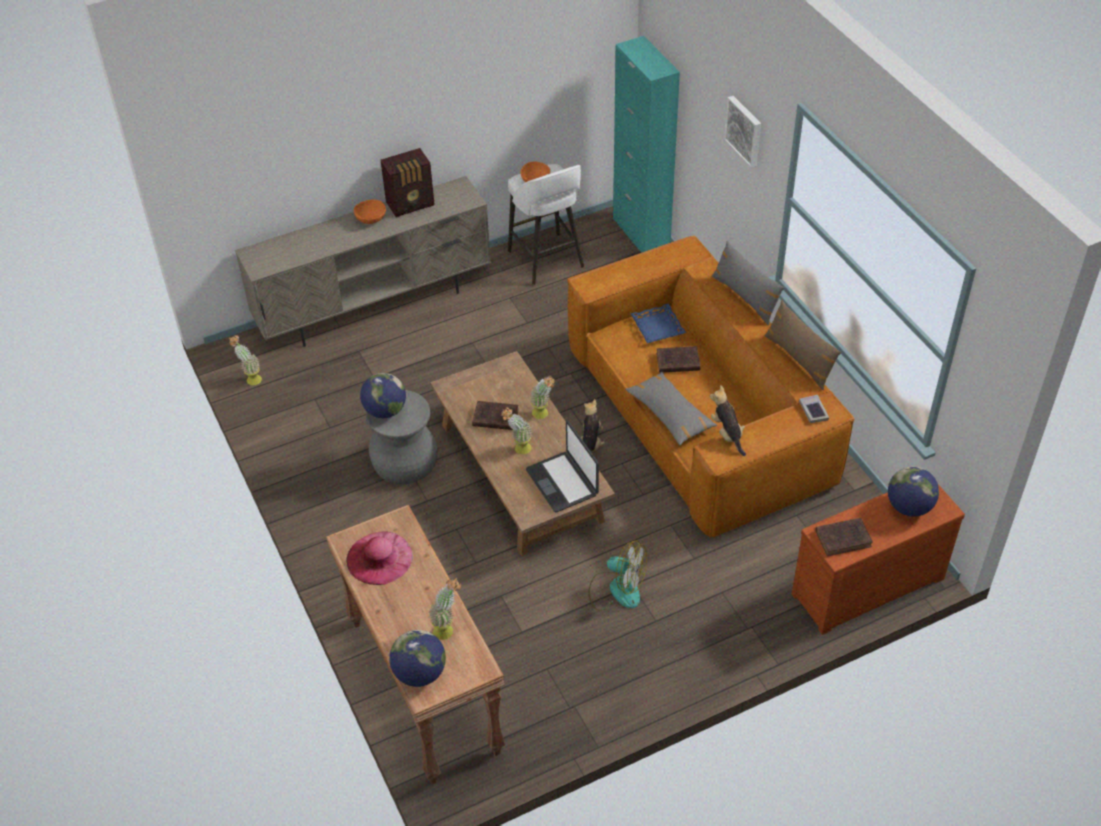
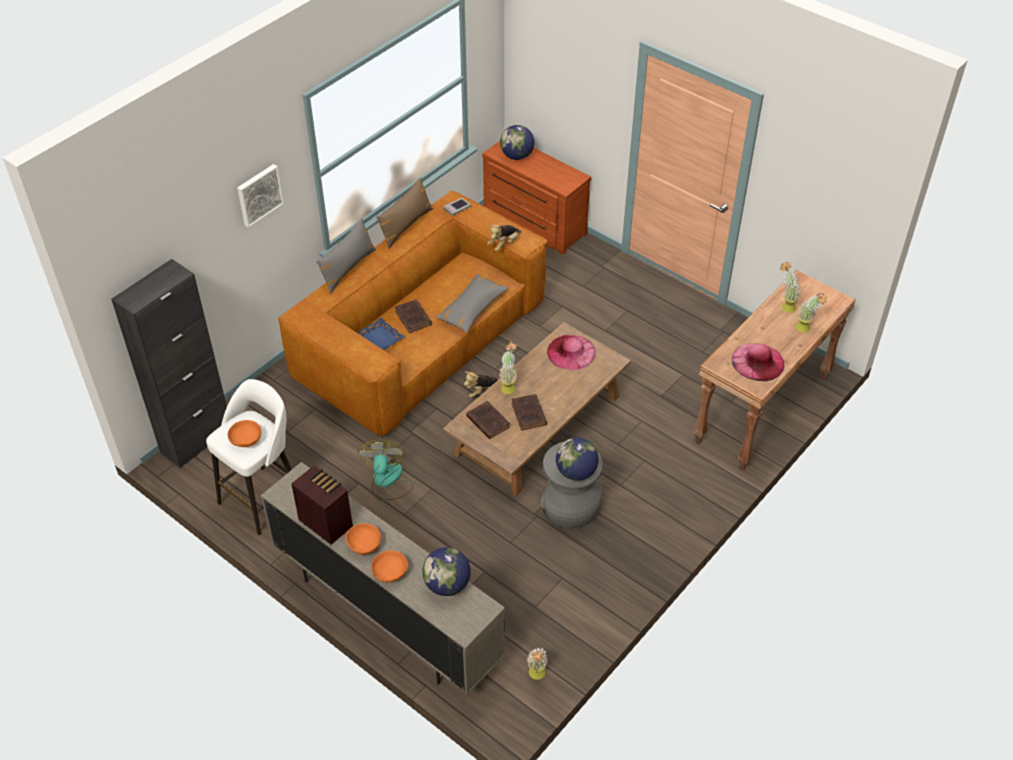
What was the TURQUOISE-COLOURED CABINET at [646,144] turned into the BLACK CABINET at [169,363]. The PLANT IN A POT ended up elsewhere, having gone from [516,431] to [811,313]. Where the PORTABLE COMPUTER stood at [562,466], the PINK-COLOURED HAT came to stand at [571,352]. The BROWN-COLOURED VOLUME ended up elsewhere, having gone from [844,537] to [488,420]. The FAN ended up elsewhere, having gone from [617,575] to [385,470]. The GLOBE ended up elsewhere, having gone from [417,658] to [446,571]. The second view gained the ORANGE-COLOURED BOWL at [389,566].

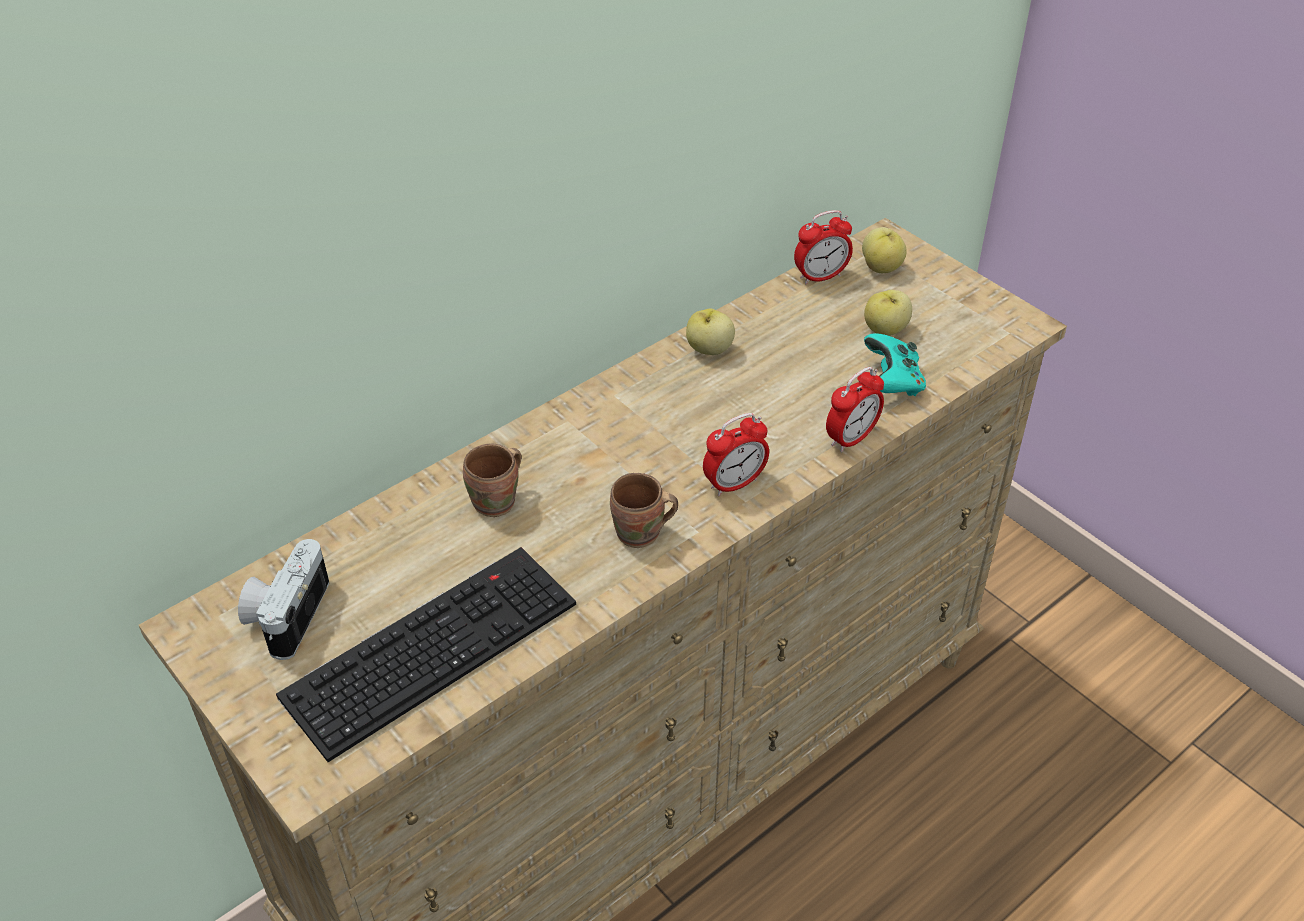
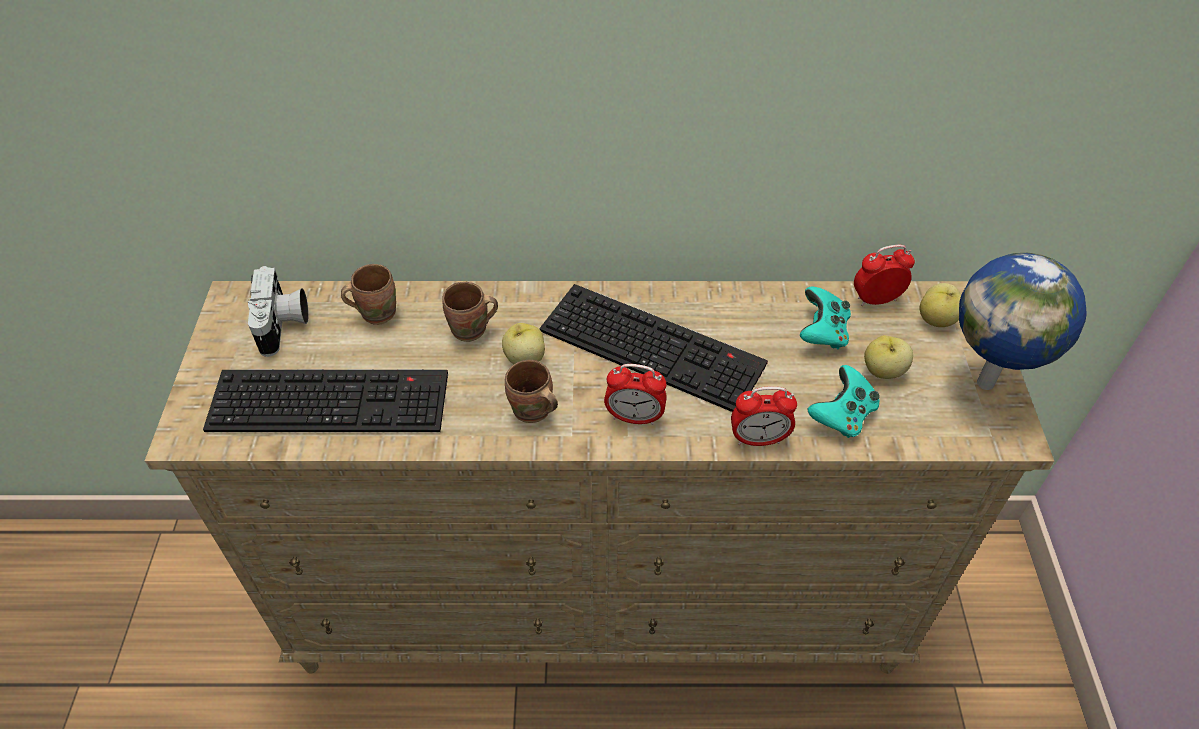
The ALARM CLOCK at [823,247] ended up facing another way, 150 degrees clockwise from before. The APPLE ended up elsewhere, having gone from [710,331] to [523,343]. The STILL CAMERA at [283,599] ended up facing another way, 120 degrees clockwise from before. The second view gained the GLOBE at [1023,321]. The second view gained the BROWN-COLOURED COFFEE MUG at [368,294]. The second view gained the PC KEYBOARD at [653,348]. The second view gained the TURQUOISE-COLOURED GAMEPAD at [825,318].

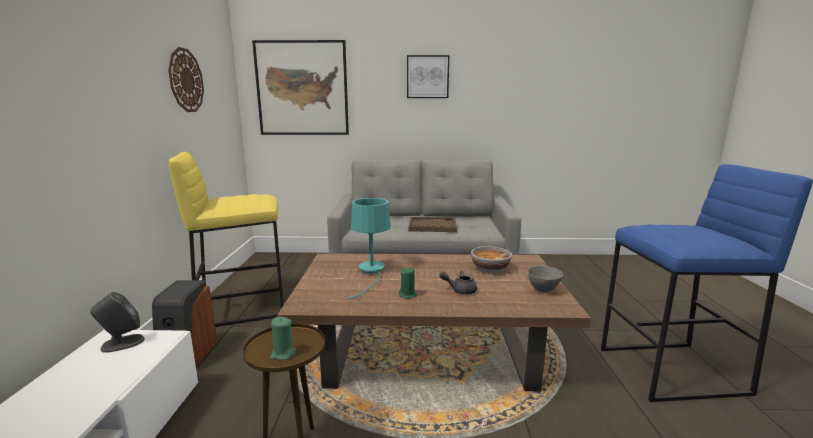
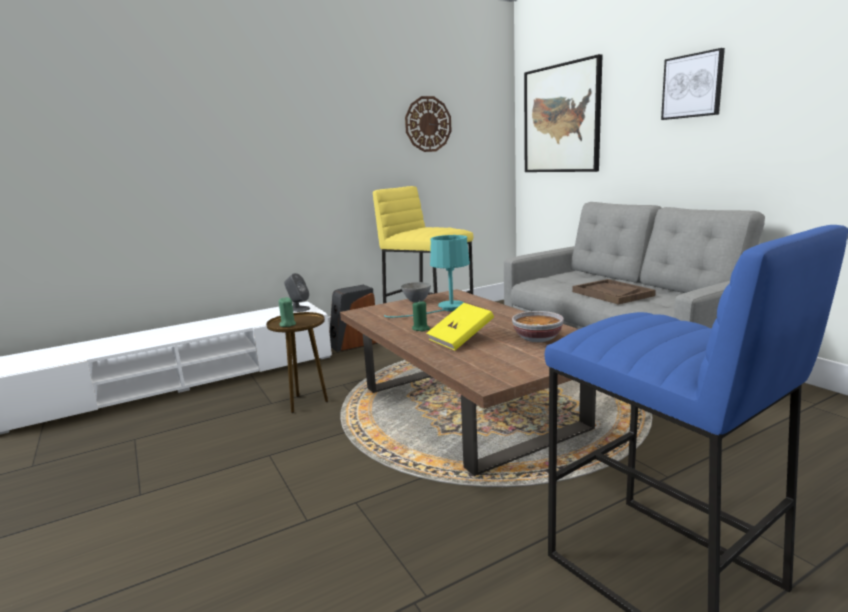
The GREY BOWL ended up elsewhere, having gone from [545,279] to [416,292]. Where the GREY TEAPOT stood at [458,282], the YELLOW VOLUME came to stand at [460,327].

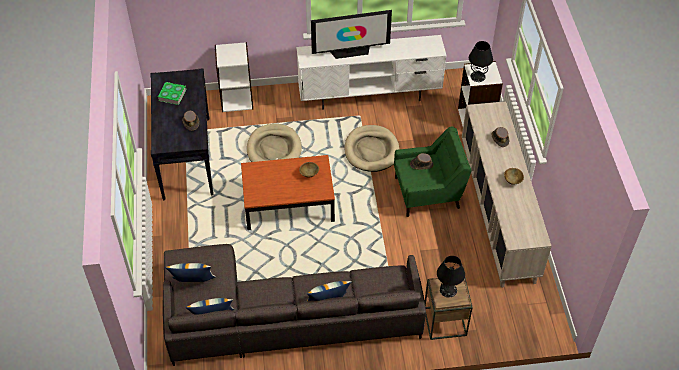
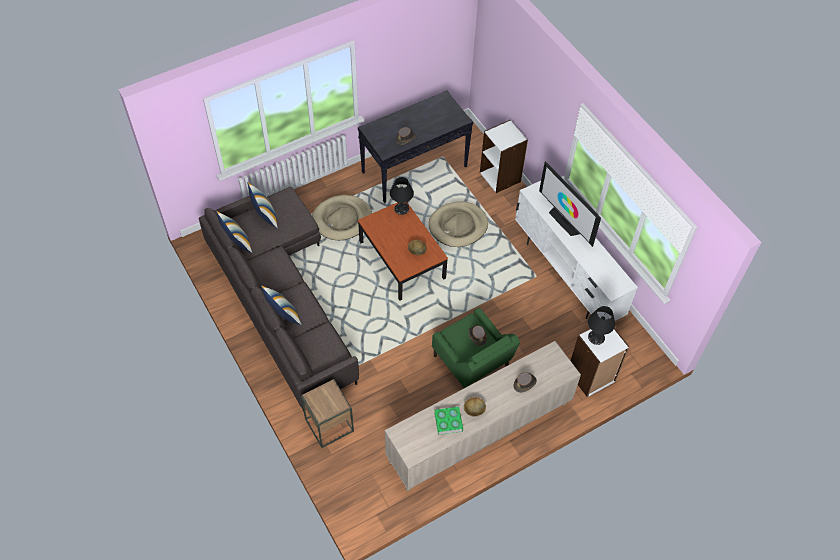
The VOLUME ended up elsewhere, having gone from [172,93] to [448,421]. The BEIGE-COLOURED PET BED ended up elsewhere, having gone from [372,148] to [342,217]. The BLACK LAMP FOR A TABLE ended up elsewhere, having gone from [451,277] to [402,196].

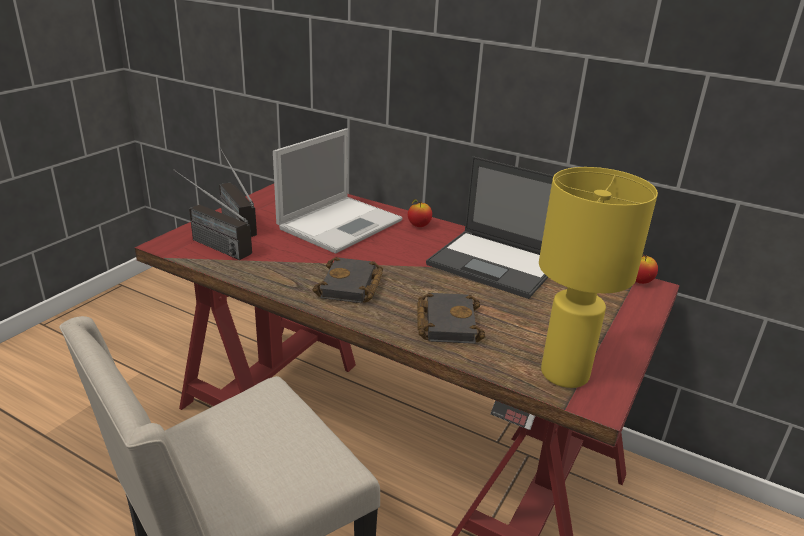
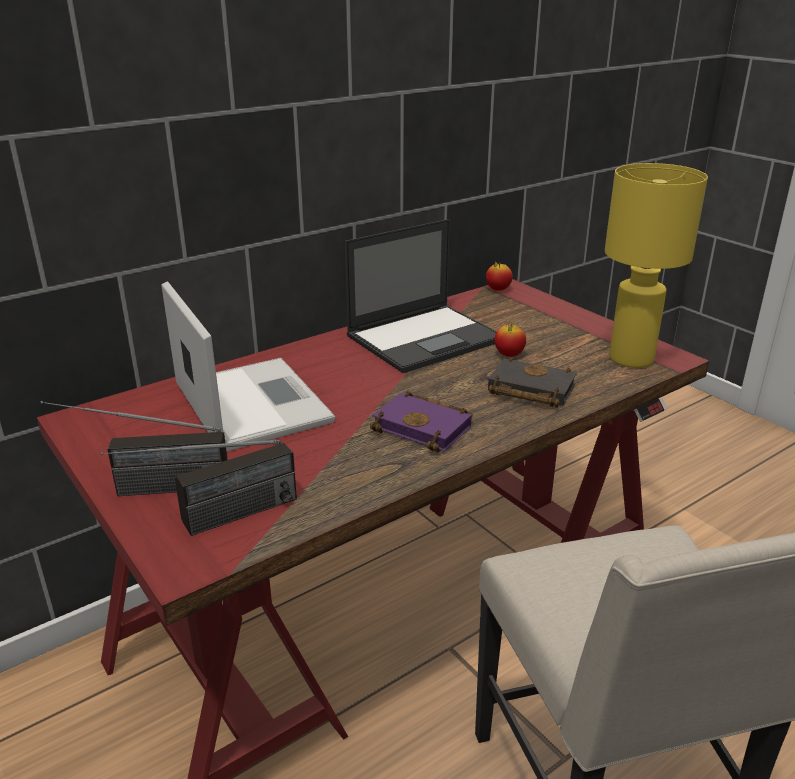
The APPLE ended up elsewhere, having gone from [420,213] to [510,340]. What was the BLACK VOLUME at [348,280] turned into the PURPLISH VOLUME at [421,422].

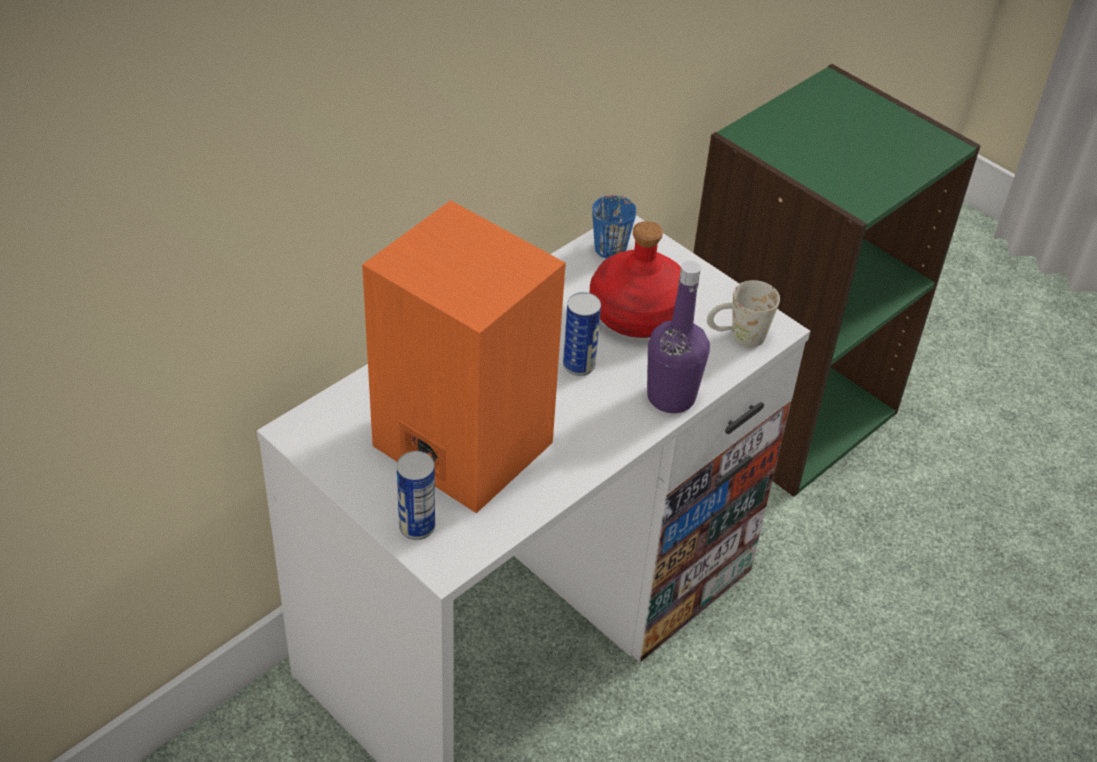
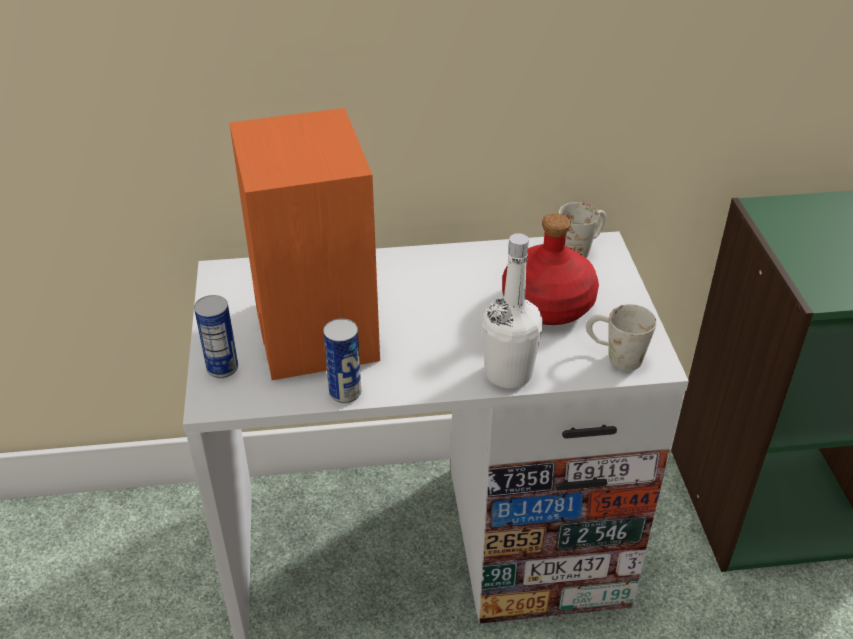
What was the BLUE COFFEE MUG at [614,227] turned into the WHITISH COFFEE MUG at [582,230]. What was the PURPLISH BEVERAGE BOTTLE at [678,337] turned into the WHITISH BEVERAGE BOTTLE at [513,311]. The CAN ended up elsewhere, having gone from [582,334] to [342,360].

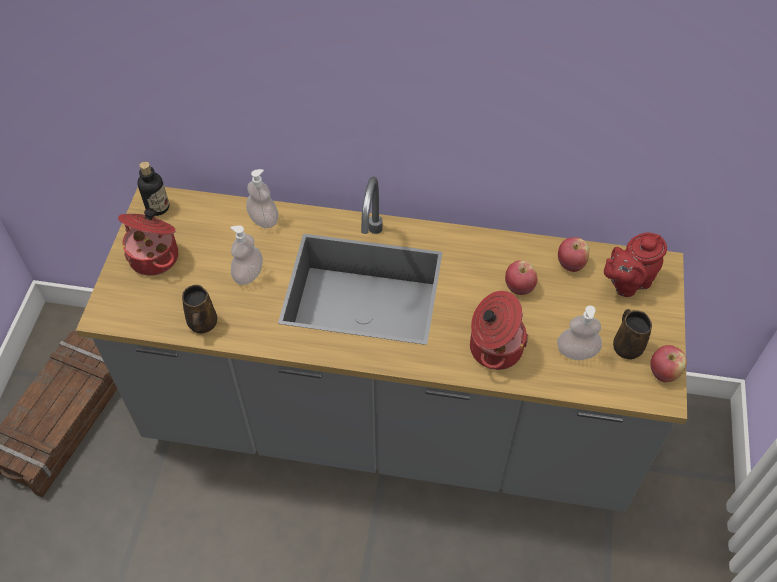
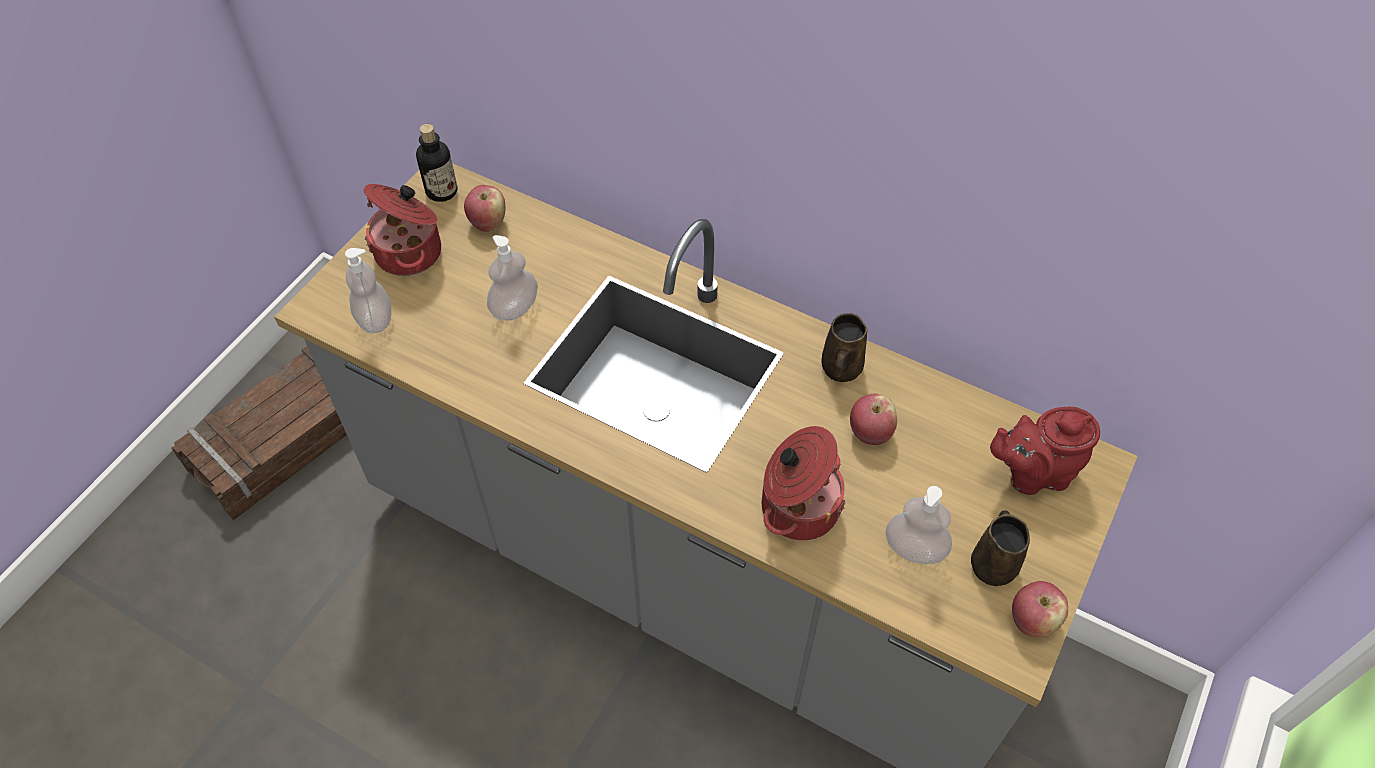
The LIQUID SOAP BOTTLE ended up elsewhere, having gone from [262,198] to [368,291]. The APPLE ended up elsewhere, having gone from [573,254] to [484,208]. The BROWN-COLOURED COFFEE MUG ended up elsewhere, having gone from [199,309] to [845,347].

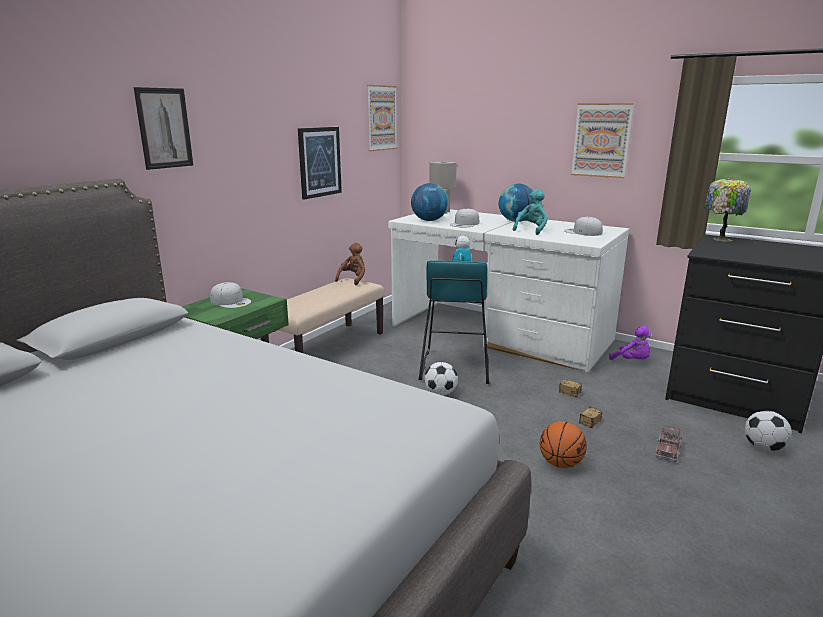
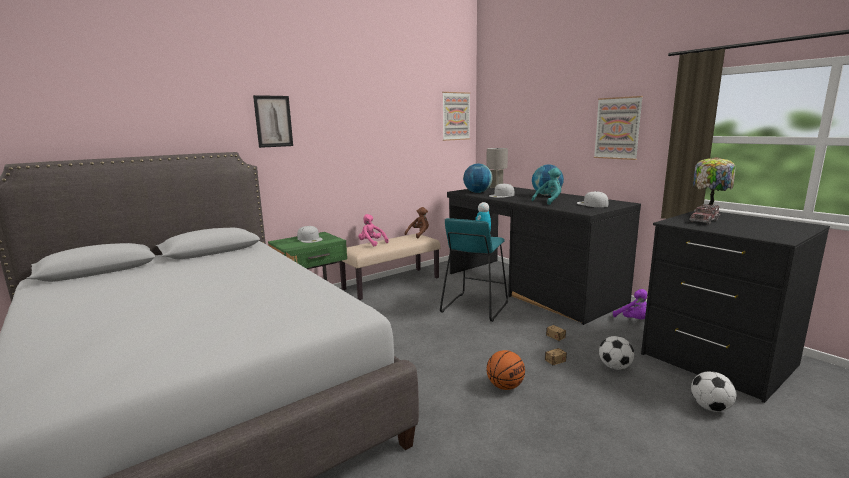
The second view lost the WALL PICTURE at [320,163]. What was the WHITISH DESK UNIT at [508,291] turned into the BLACK DESK UNIT at [544,256]. The FOOTBALL ended up elsewhere, having gone from [441,379] to [616,353]. The TOY TRUCK ended up elsewhere, having gone from [668,443] to [705,214]. The second view gained the PINK-COLOURED PLUSH TOY at [373,230].

